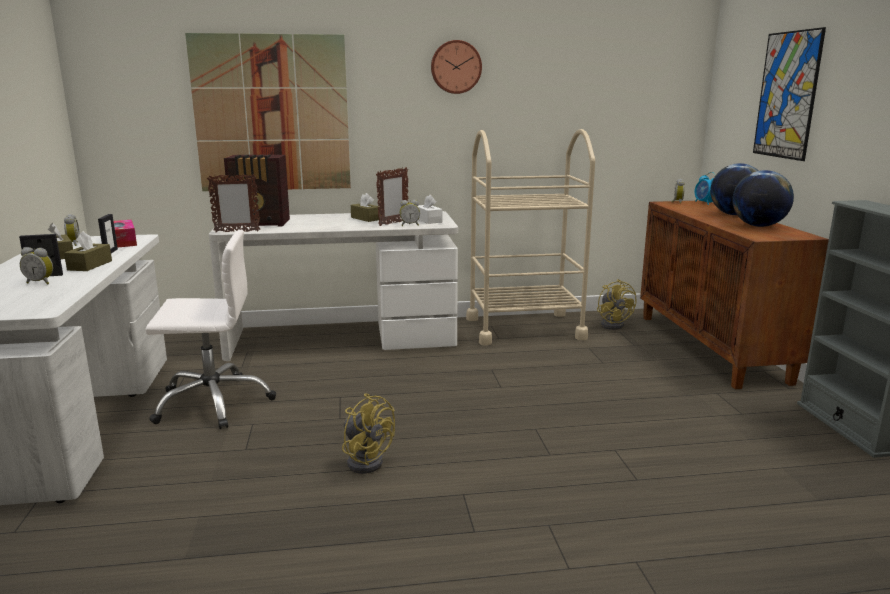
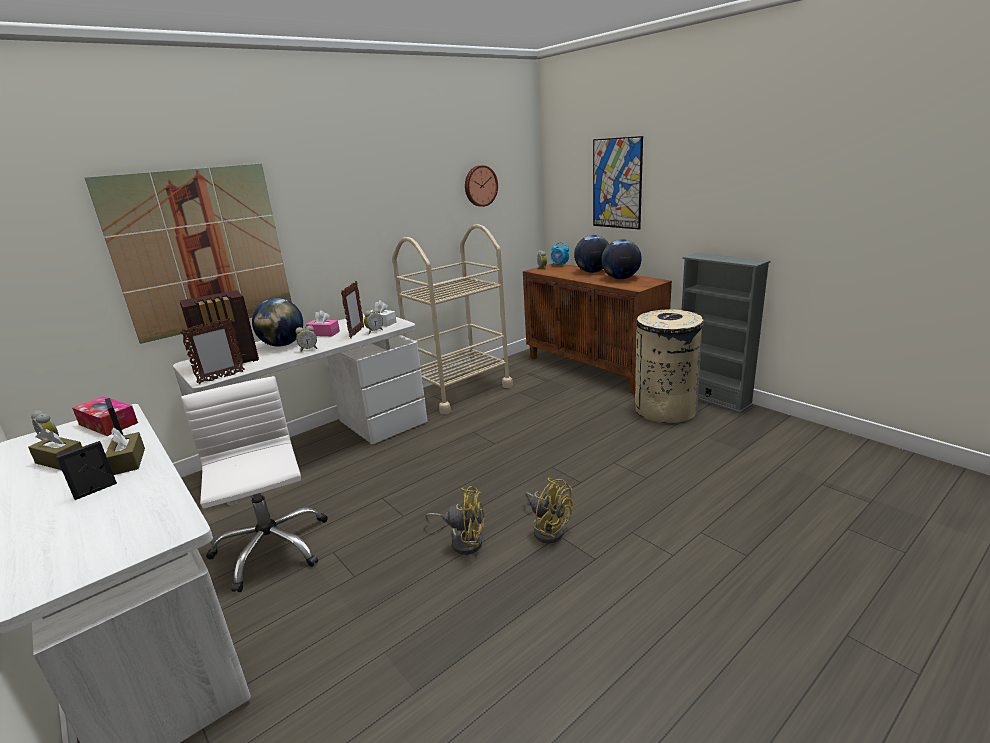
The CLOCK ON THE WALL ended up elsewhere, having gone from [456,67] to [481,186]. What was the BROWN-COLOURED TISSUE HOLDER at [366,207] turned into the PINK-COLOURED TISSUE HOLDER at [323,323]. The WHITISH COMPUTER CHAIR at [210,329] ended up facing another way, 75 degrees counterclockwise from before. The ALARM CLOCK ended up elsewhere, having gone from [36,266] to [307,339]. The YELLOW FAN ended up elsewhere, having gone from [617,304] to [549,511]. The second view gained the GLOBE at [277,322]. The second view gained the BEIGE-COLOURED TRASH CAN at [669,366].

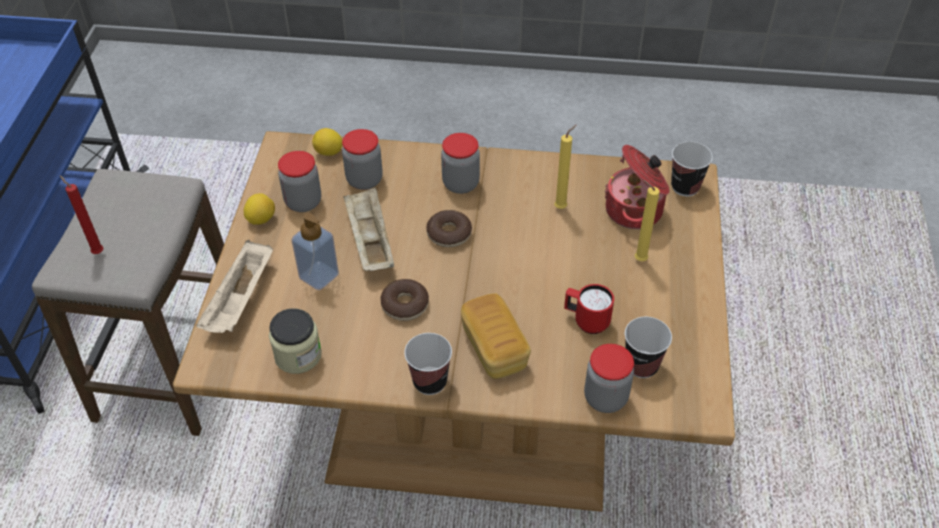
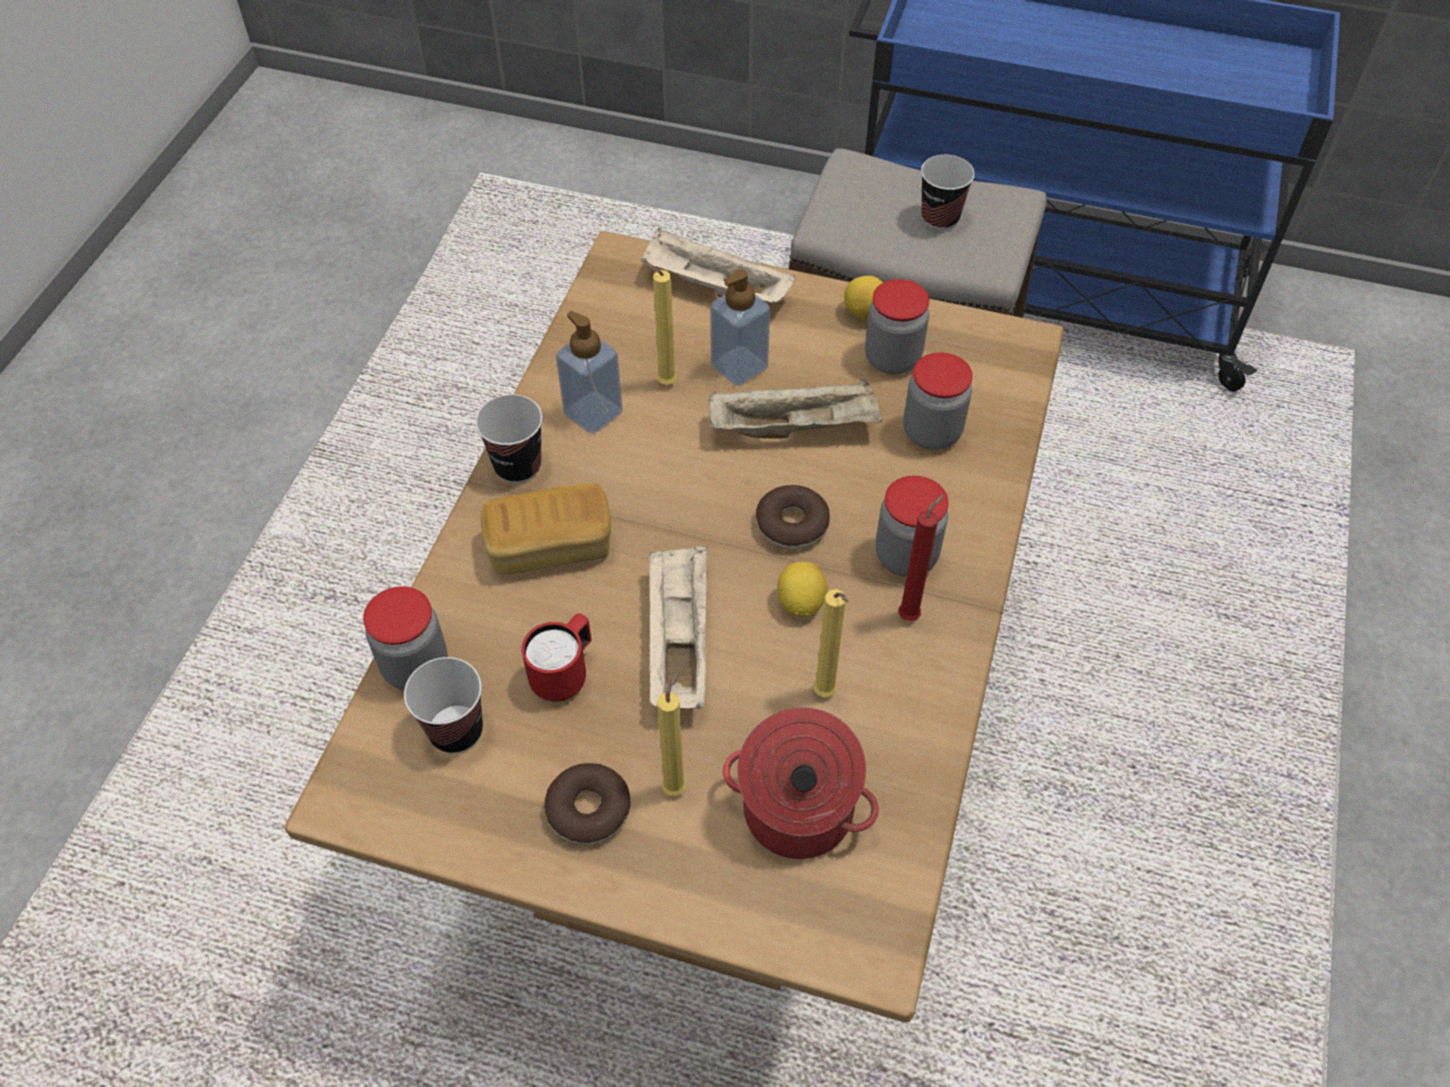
The WHOLE LEMON ended up elsewhere, having gone from [327,142] to [802,589]. The SMALL CUP ended up elsewhere, having gone from [692,169] to [948,192]. The RED WAX LIGHT ended up elsewhere, having gone from [81,214] to [921,557]. The RING DOUGHNUT ended up elsewhere, having gone from [404,300] to [587,804]. The second view lost the PRESERVE JAR at [295,341]. The second view gained the YELLOW WAX LIGHT at [660,324]. The second view gained the LIQUID SOAP BOTTLE at [589,372]. The second view gained the BEIGE-COLOURED SERVING TRAY at [678,627].

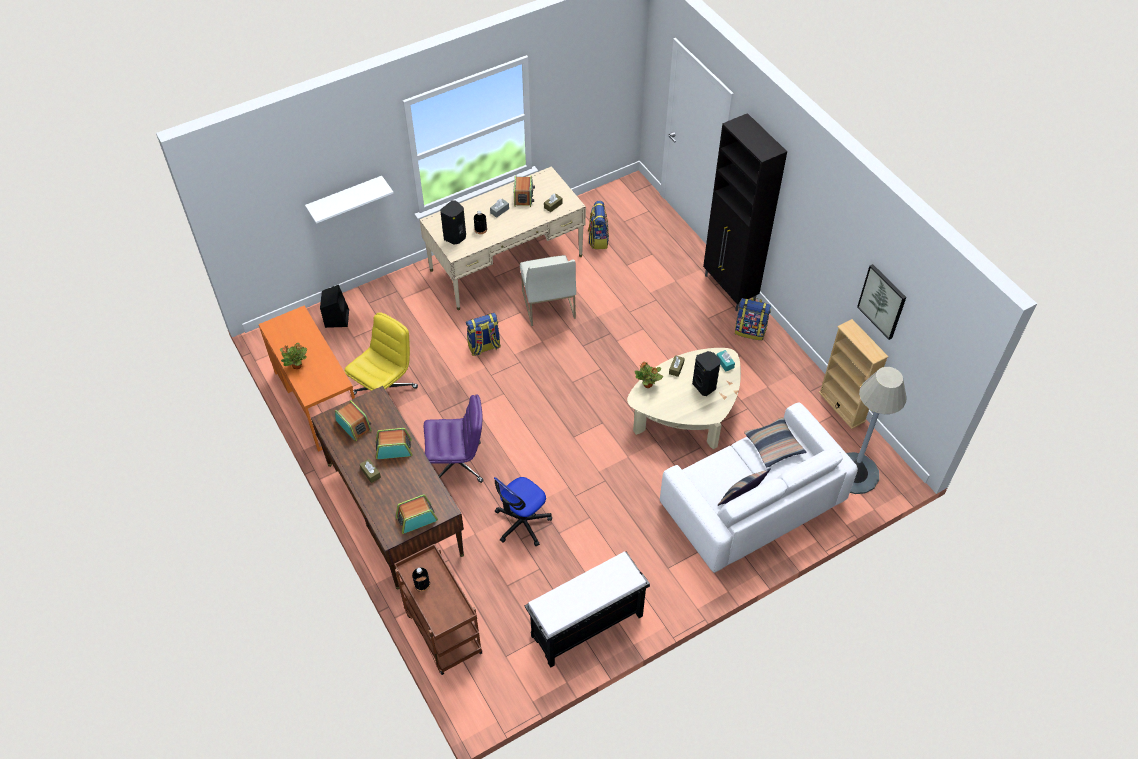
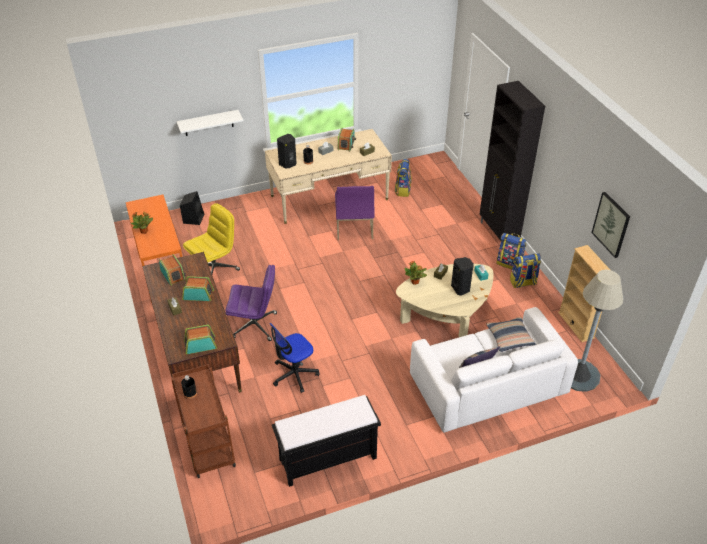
What was the WHITISH PLAIN CHAIR at [548,290] turned into the PURPLISH PLAIN CHAIR at [354,213]. The RUCKSACK ended up elsewhere, having gone from [483,334] to [525,270].

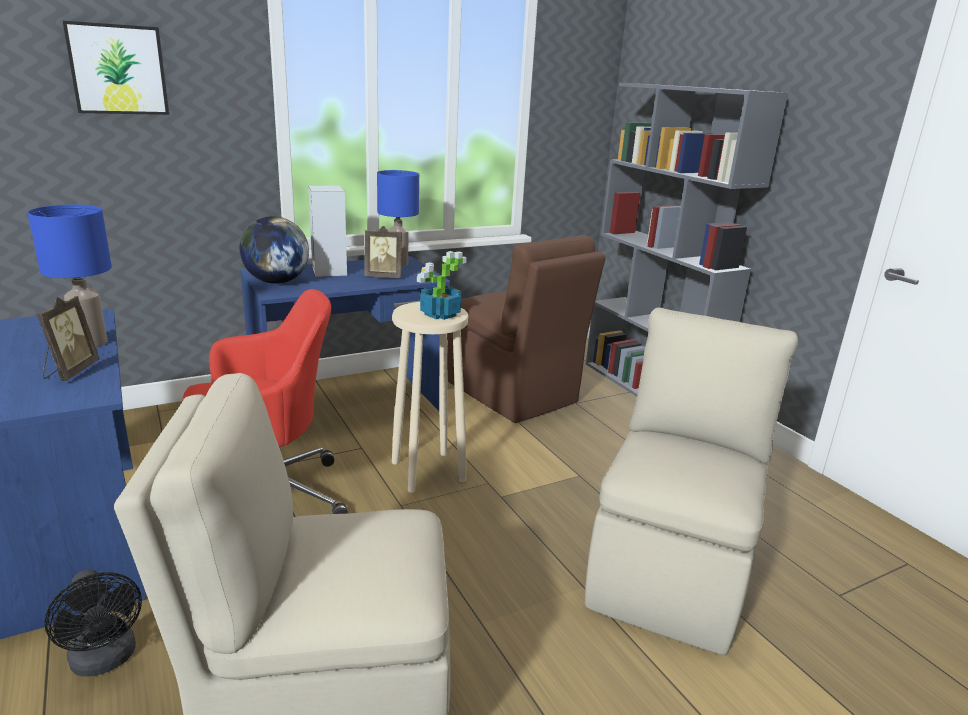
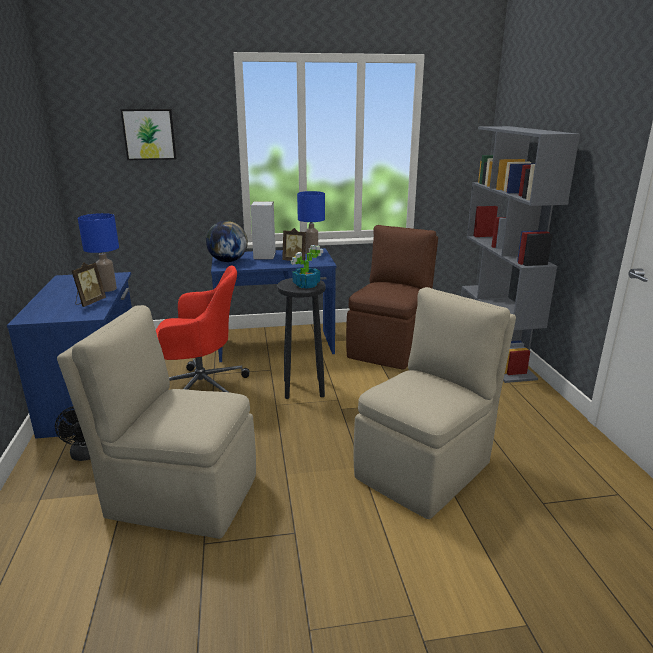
The BROWN-COLOURED PLAIN CHAIR at [526,329] ended up facing another way, 135 degrees counterclockwise from before. What was the BEIGE-COLOURED STOOL at [430,397] turned into the BLACK STOOL at [301,338].

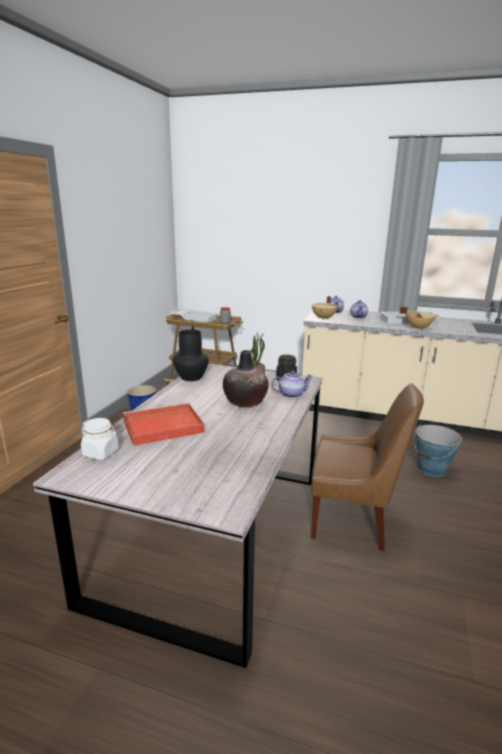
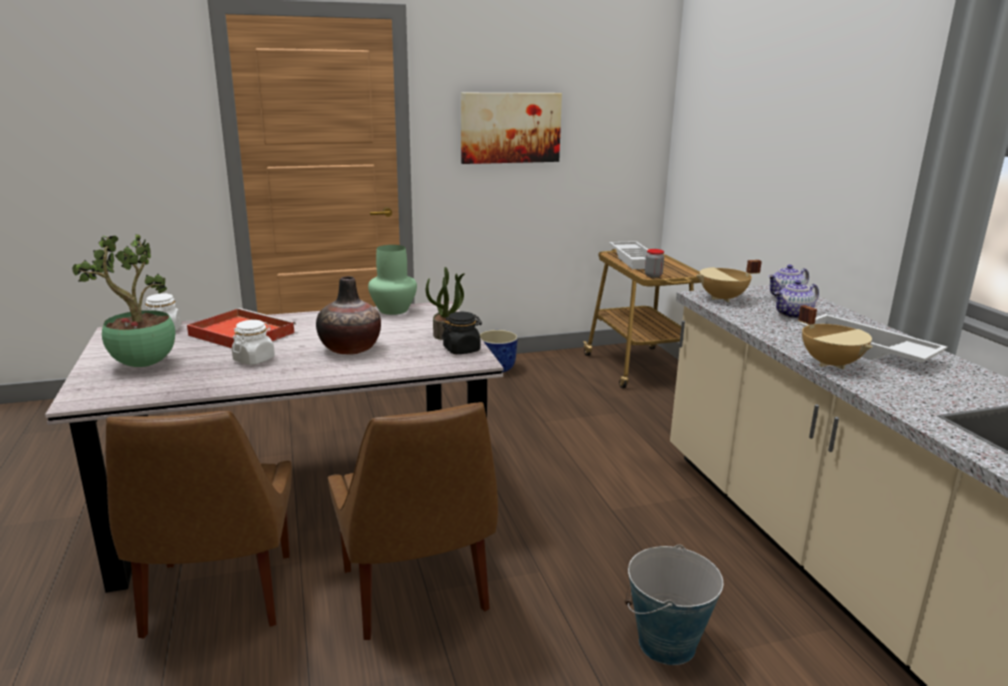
What was the BLACK DECORATIVE VASE at [191,355] turned into the GREENISH DECORATIVE VASE at [392,280]. The second view lost the TEAPOT at [291,384]. The second view gained the WALL PICTURE at [511,128]. The second view gained the PLANT IN A POT at [123,300]. The second view gained the WHITISH PRESERVE JAR at [253,342]. The second view gained the BROWN-COLOURED PLAIN CHAIR at [199,525].

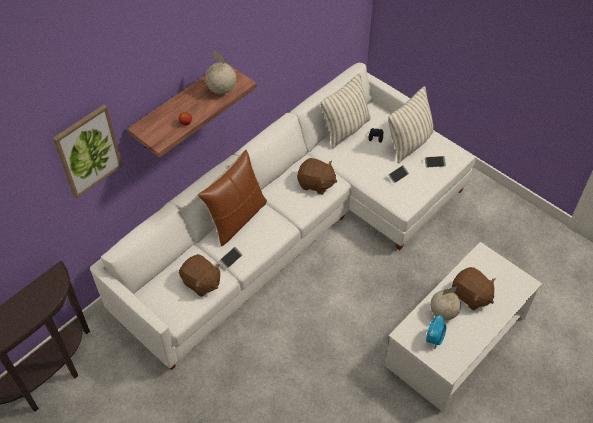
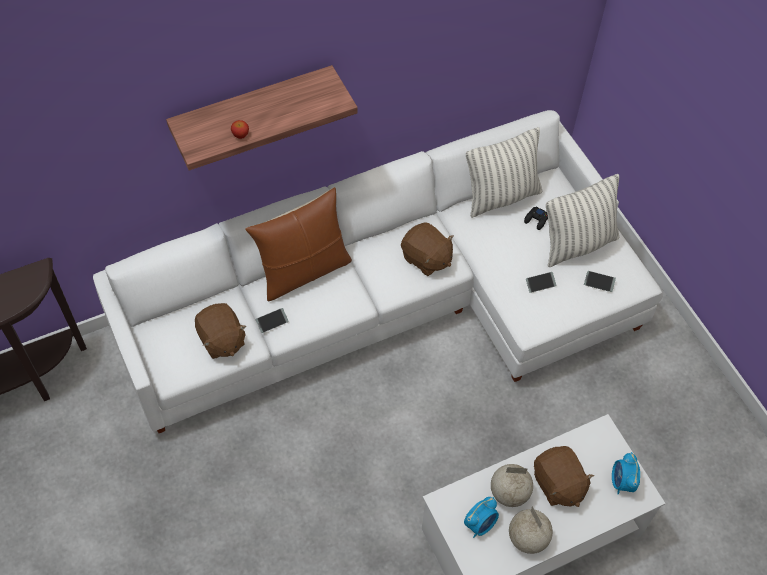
The GLOBE ended up elsewhere, having gone from [220,72] to [531,530]. The second view lost the WALL PICTURE at [88,152]. The second view gained the ALARM CLOCK at [626,473].

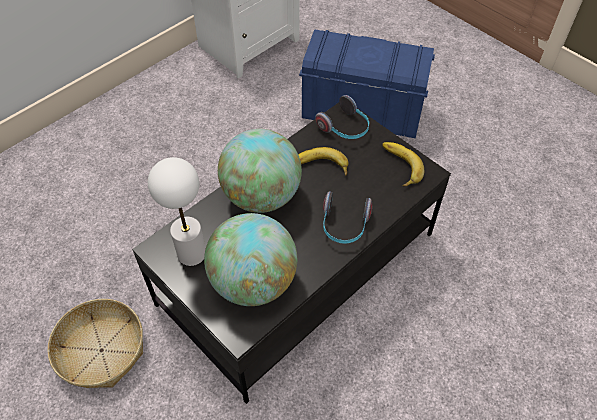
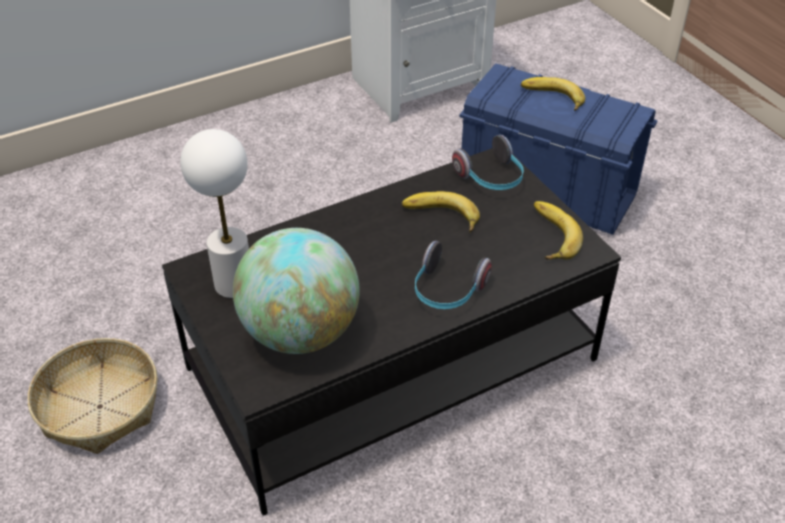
The second view lost the GLOBE at [260,171]. The second view gained the BANANA FRUIT at [553,94].

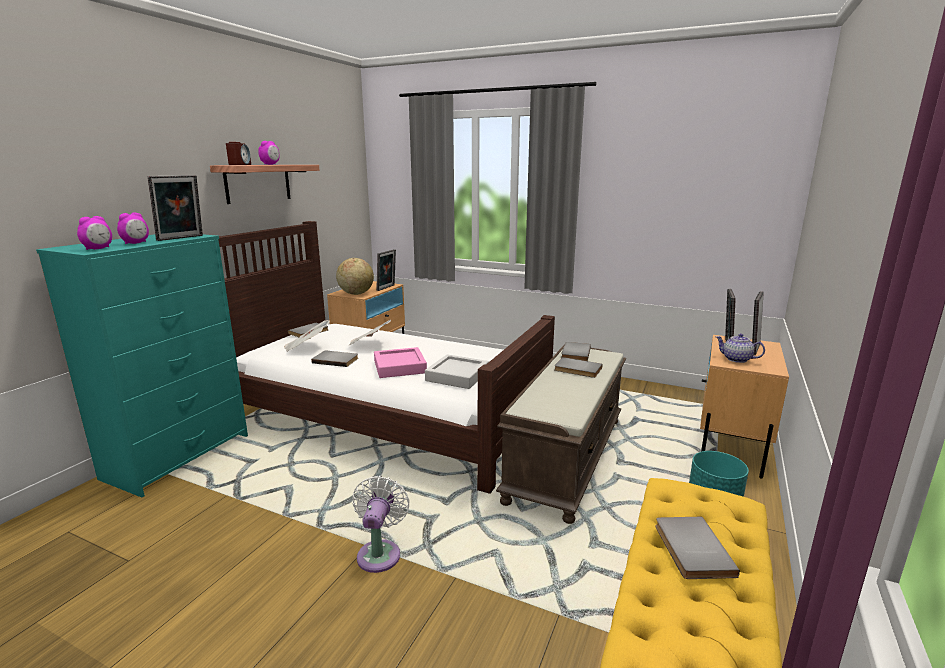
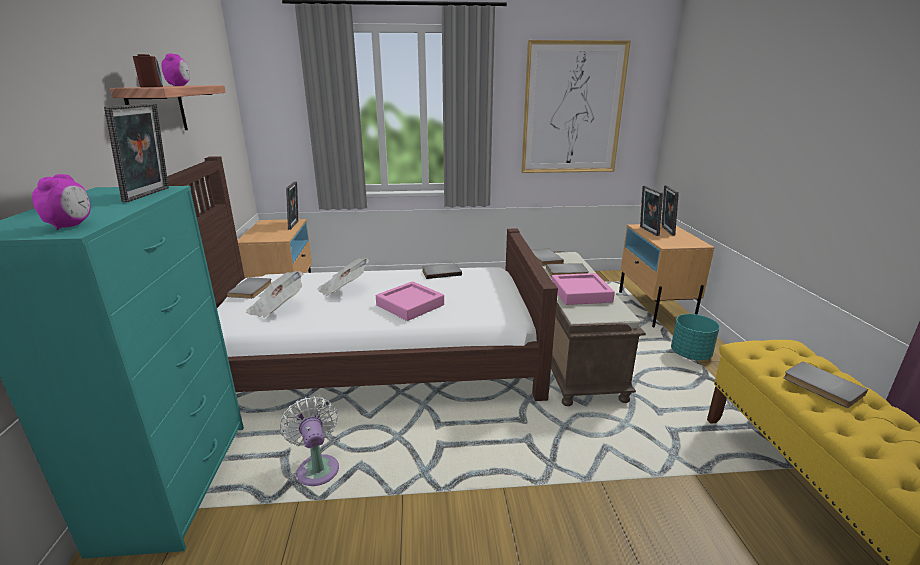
The second view lost the ALARM CLOCK at [133,228]. The second view lost the GLOBE at [355,276]. The second view lost the TEAPOT at [740,348]. The GREY VOLUME ended up elsewhere, having gone from [334,359] to [442,271]. The second view lost the GREY SERVING TRAY at [457,371]. The WHITISH FAN ended up elsewhere, having gone from [381,524] to [309,441]. The second view gained the WALL PICTURE at [576,106]. The second view gained the PINK-COLOURED SERVING TRAY at [583,289].

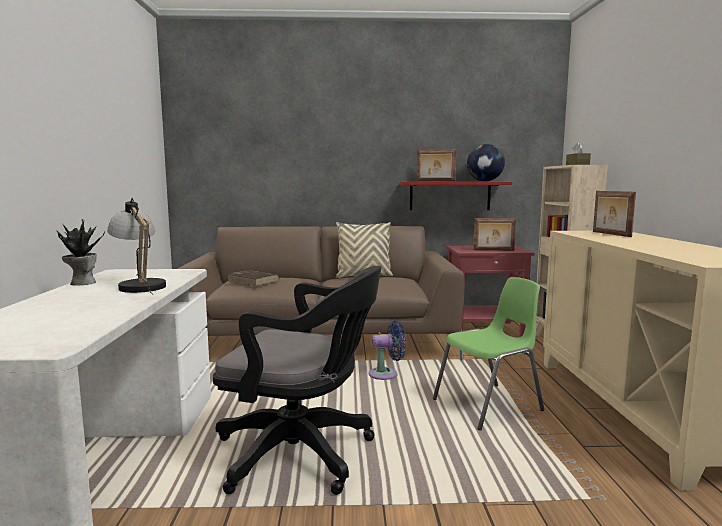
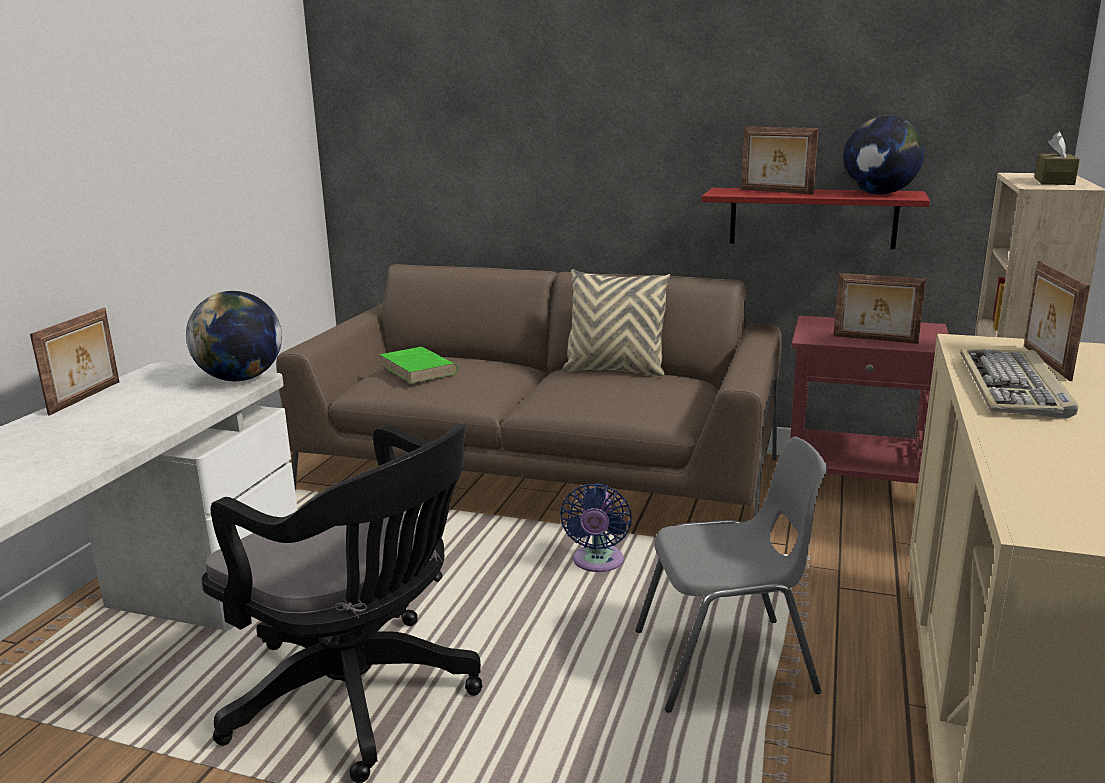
The second view lost the LAMP FOR A TABLE at [136,246]. Where the PLANT IN A POT stood at [80,252], the PHOTO FRAME came to stand at [74,361]. What was the BROWN-COLOURED VOLUME at [253,278] turned into the GREENISH VOLUME at [419,365]. What was the GREENISH PLAIN CHAIR at [488,353] turned into the GREY PLAIN CHAIR at [732,574]. The BLUE FAN at [387,350] ended up facing another way, 90 degrees clockwise from before. The second view gained the GLOBE at [234,336]. The second view gained the PC KEYBOARD at [1019,383].

